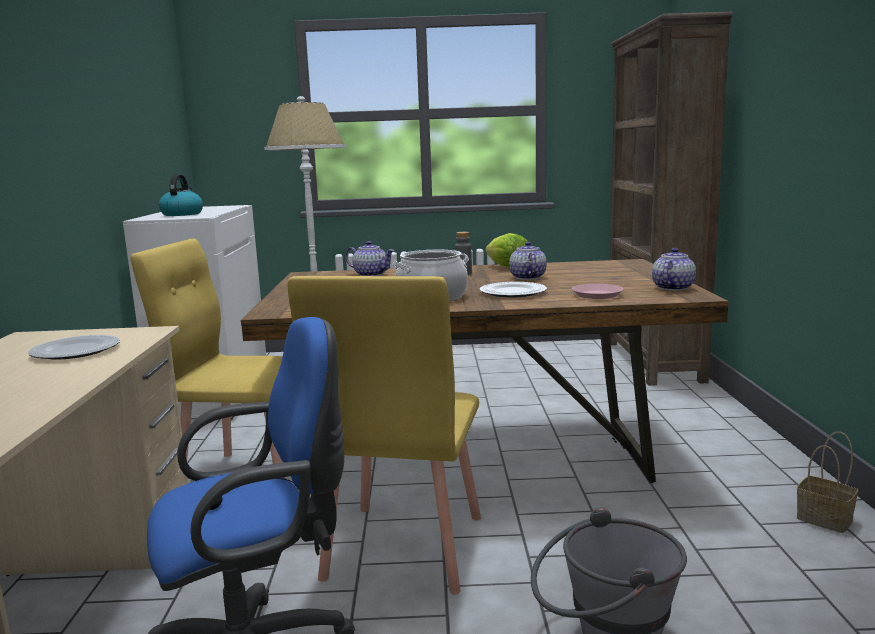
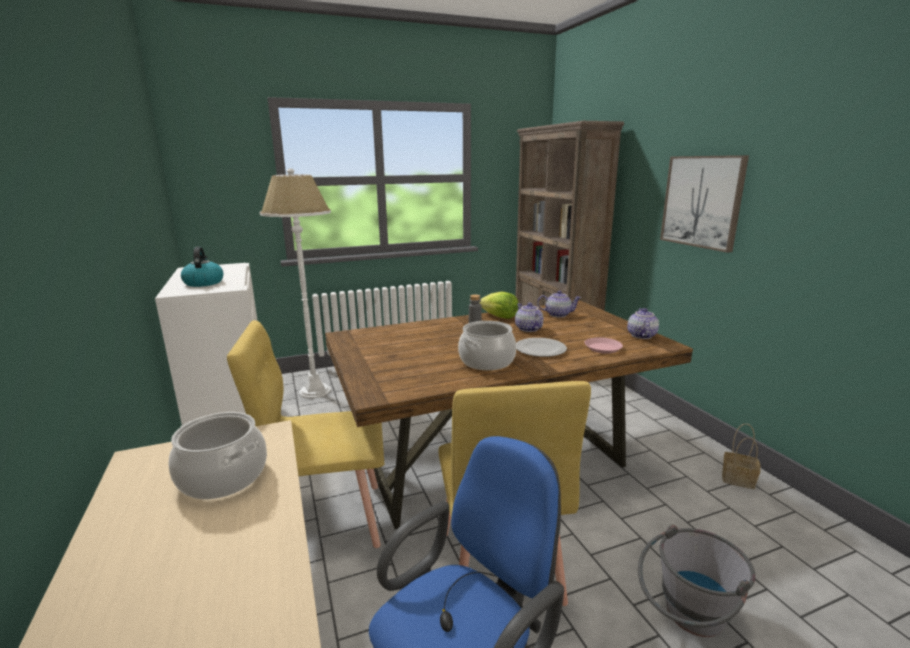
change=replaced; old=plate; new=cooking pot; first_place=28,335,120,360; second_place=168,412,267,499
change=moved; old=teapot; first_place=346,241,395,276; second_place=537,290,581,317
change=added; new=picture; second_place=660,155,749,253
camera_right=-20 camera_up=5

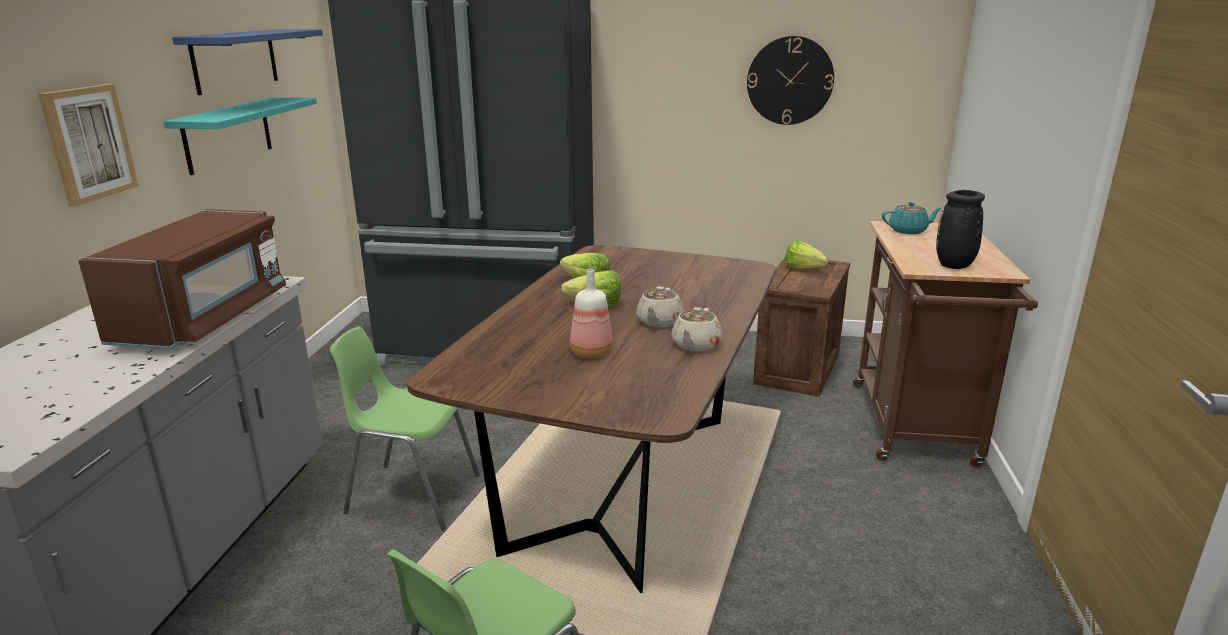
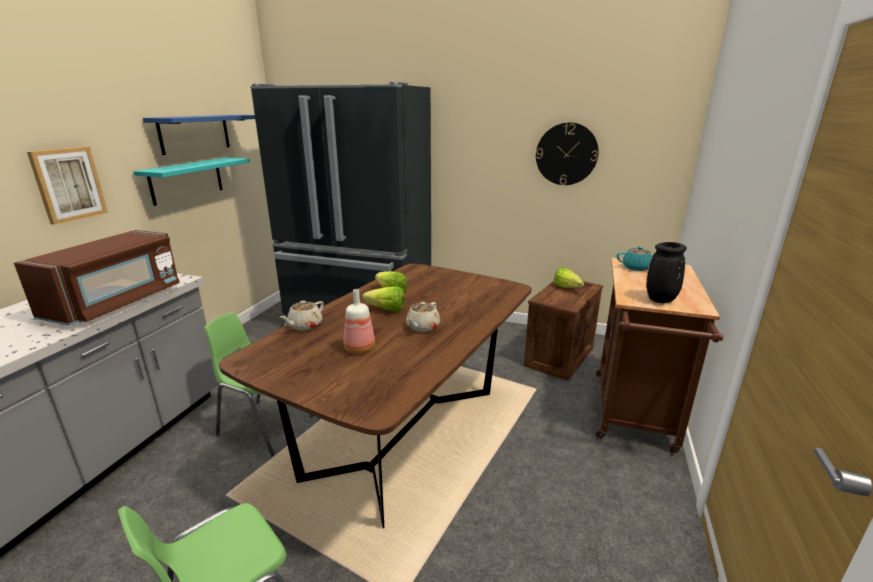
change=moved; old=beige teapot; first_place=671,307,722,351; second_place=280,301,324,331
camera_right=10 camera_up=0

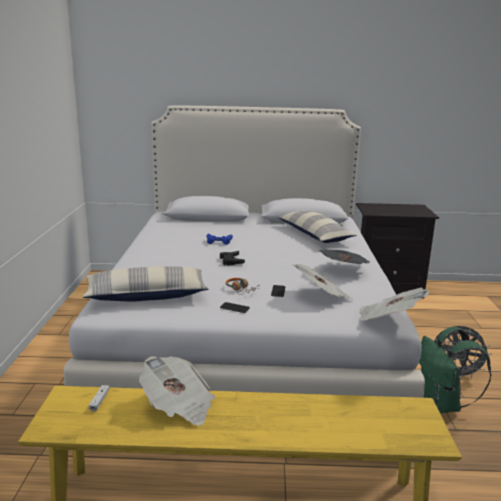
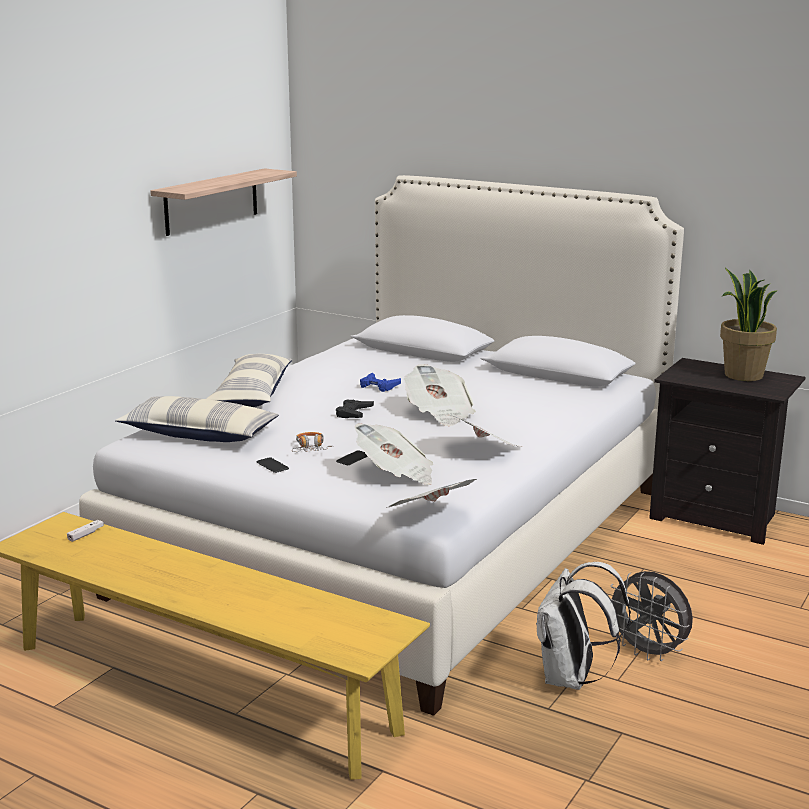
change=added; new=shelf; second_place=150,168,297,236
change=moved; old=pillow; first_place=278,211,357,243; second_place=206,354,292,407
change=moved; old=newspaper; first_place=139,356,215,426; second_place=404,364,475,426
change=recoloured; old=green backpack; new=white backpack; first_place=419,327,492,413; second_place=536,562,631,690
change=added; new=potted plant; second_place=720,268,777,381
camera_right=30 camera_up=0

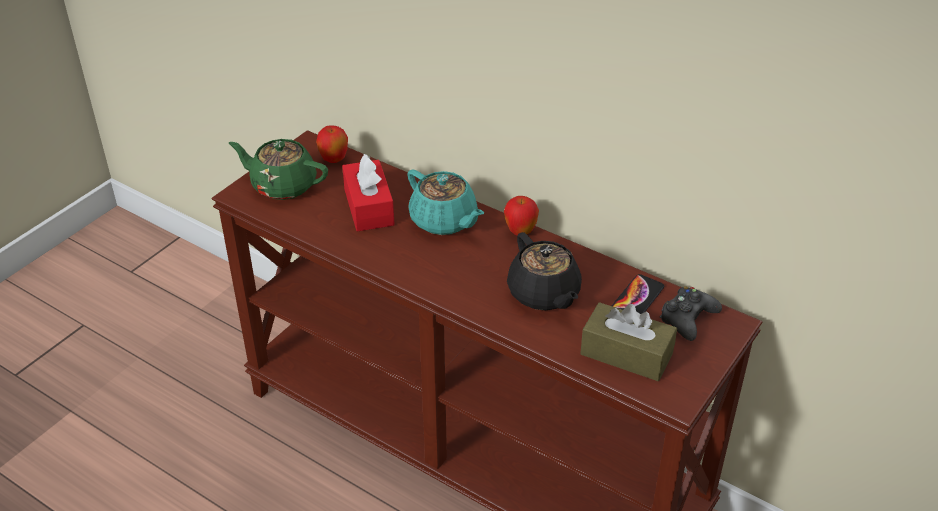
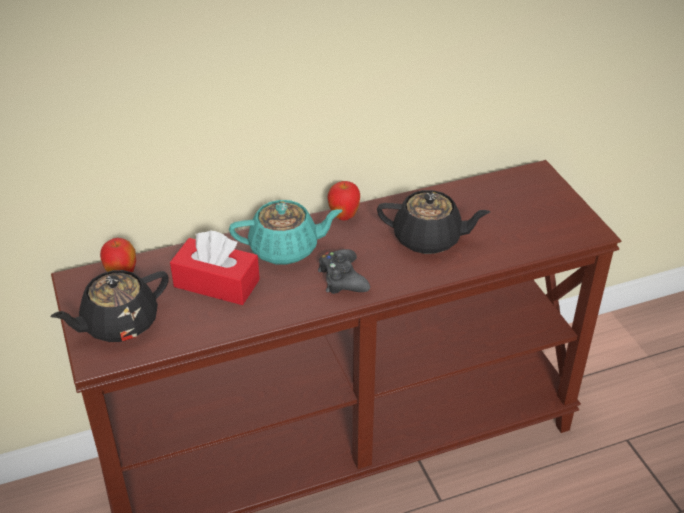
change=recoloured; old=green teapot; new=black teapot; first_place=228,139,328,200; second_place=51,270,169,342
change=moved; old=black game controller; first_place=660,286,722,341; second_place=318,249,370,294
change=removed; old=brown tissue box; first_place=580,302,677,381
change=removed; old=phone; first_place=612,274,664,314
camera_right=-55 camera_up=0

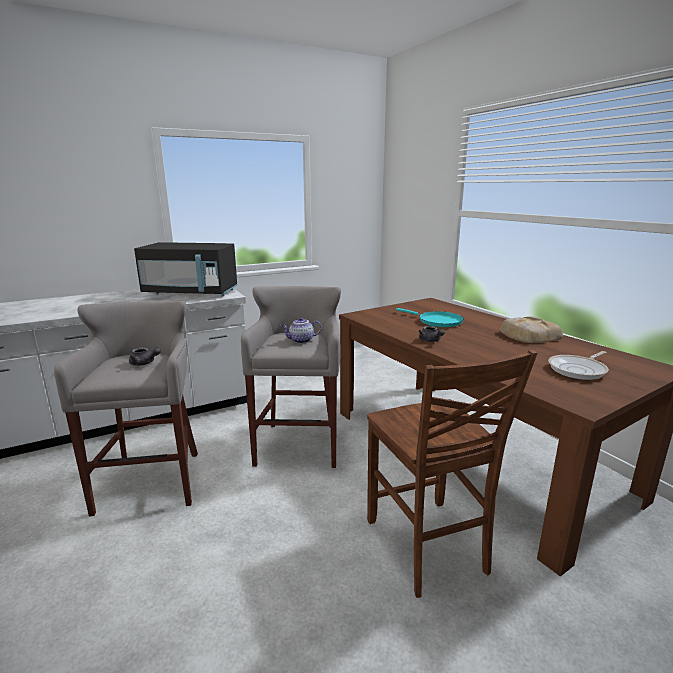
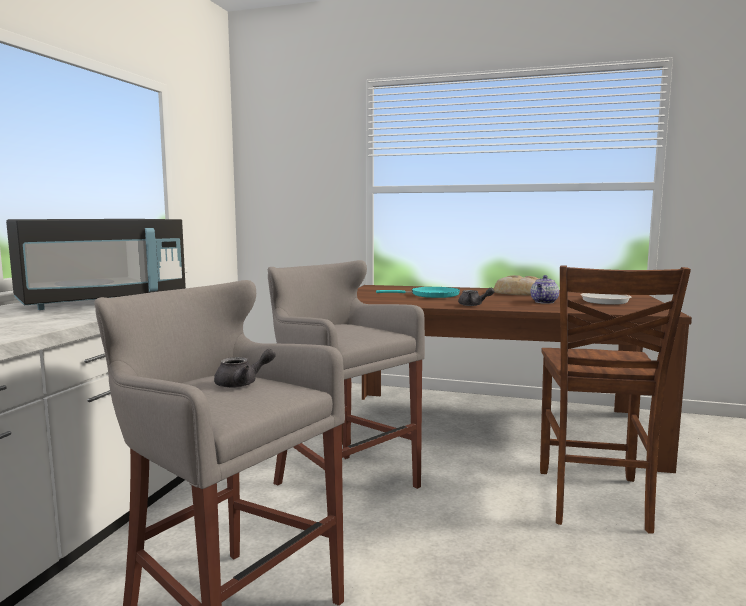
change=moved; old=teapot; first_place=281,317,322,343; second_place=531,275,559,304
change=turned; old=brown chair; first_place=367,350,538,598; second_place=540,265,691,534; degrees=75
camera_right=-45 camera_up=-10

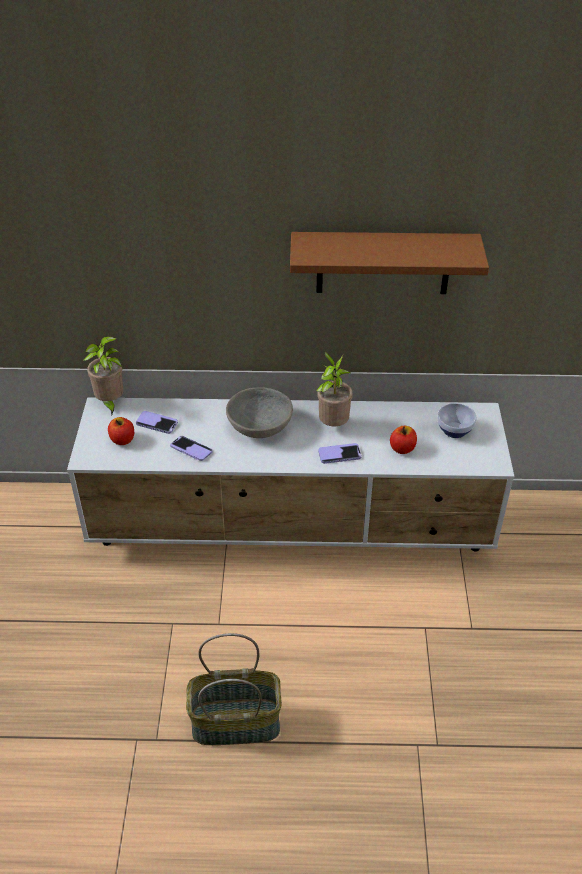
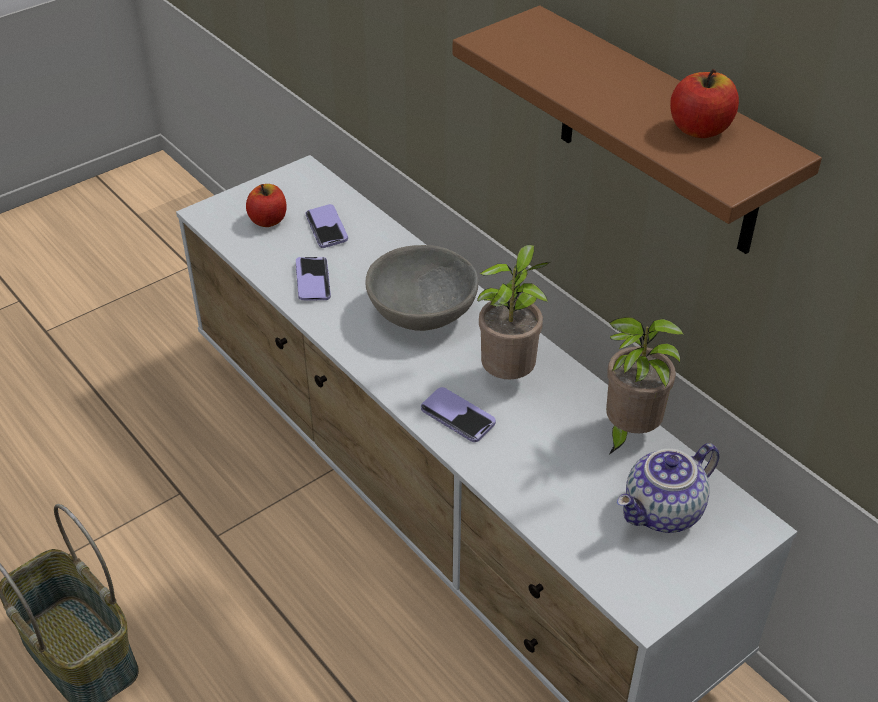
change=moved; old=potted plant; first_place=84,337,124,415; second_place=606,317,684,455
change=replaced; old=bowl; new=teapot; first_place=437,403,477,438; second_place=617,443,720,533
change=moved; old=apple; first_place=390,426,417,454; second_place=670,69,739,138
camera_right=50 camera_up=0

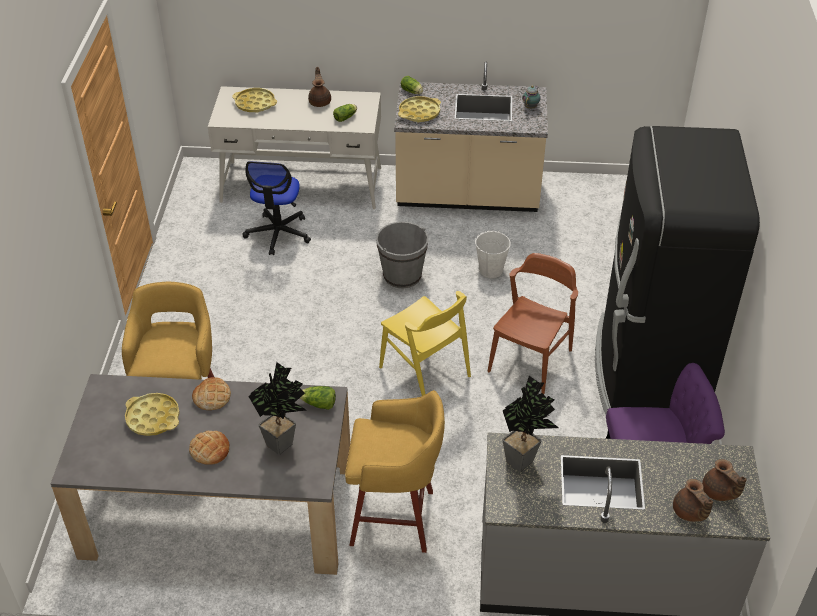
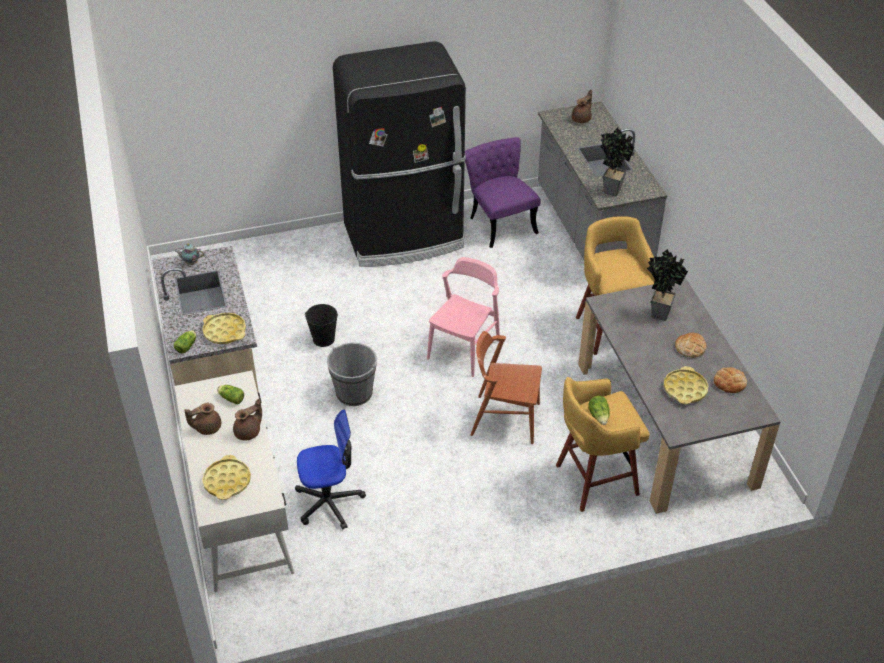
change=moved; old=brown teapot; first_place=673,479,713,522; second_place=233,399,262,441
change=recoloured; old=white bucket; new=black bucket; first_place=475,231,511,278; second_place=305,304,338,347
change=recoloured; old=yellow chair; new=pink chair; first_place=379,291,471,396; second_place=427,257,500,377
change=moved; old=brown chair; first_place=488,253,578,394; second_place=470,331,542,444
change=moved; old=lettuce; first_place=300,386,336,410; second_place=588,396,610,425
change=moved; old=bread; first_place=192,377,231,410; second_place=714,367,747,393
camera_right=-110 camera_up=0

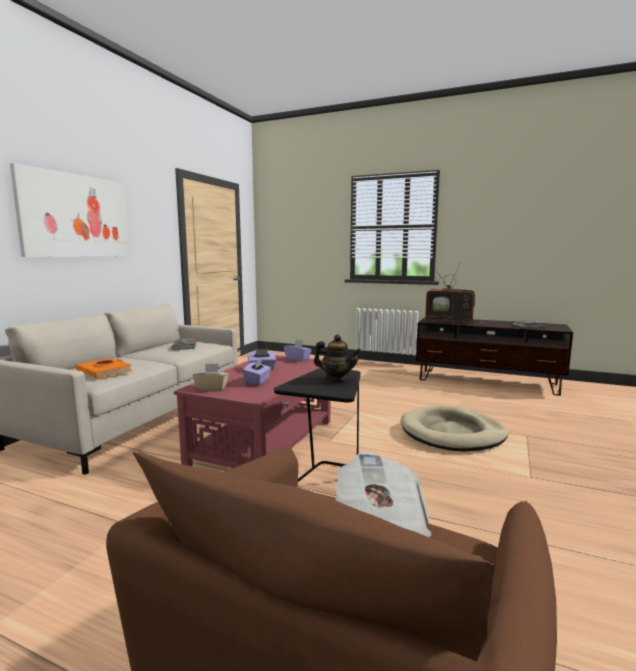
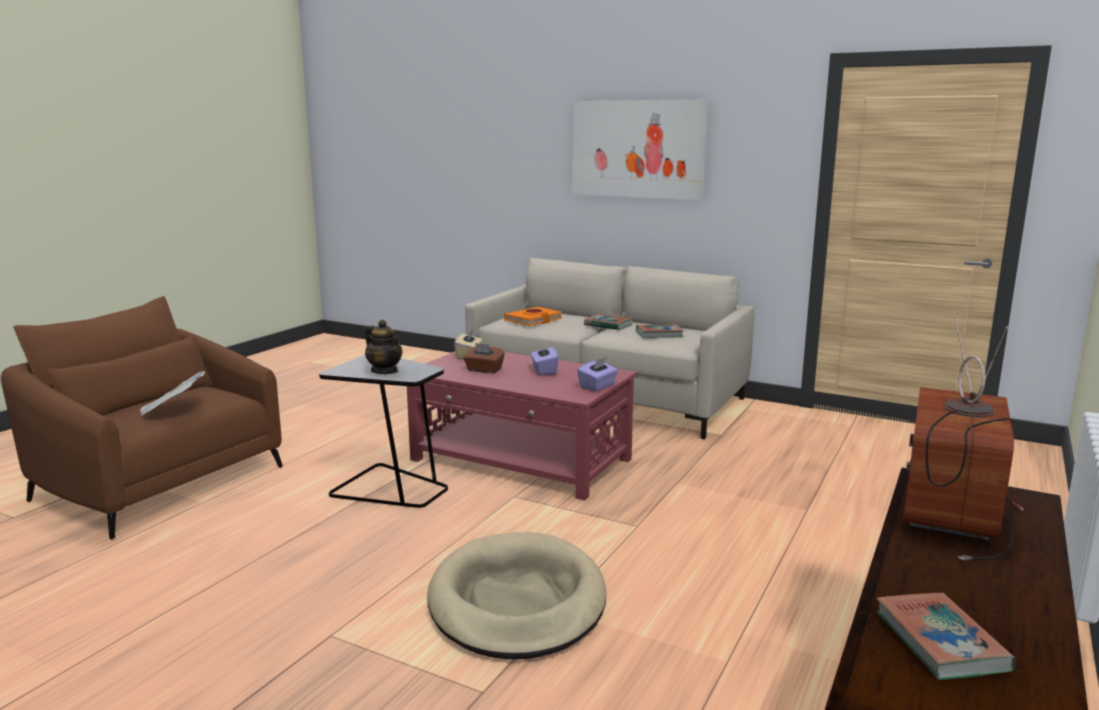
change=turned; old=teapot; first_place=314,335,361,382; second_place=365,320,403,374; degrees=-75
change=recoloured; old=purple tissue box; new=brown tissue box; first_place=242,358,271,386; second_place=463,343,505,373
change=added; new=book; second_place=584,314,633,330
camera_right=95 camera_up=5

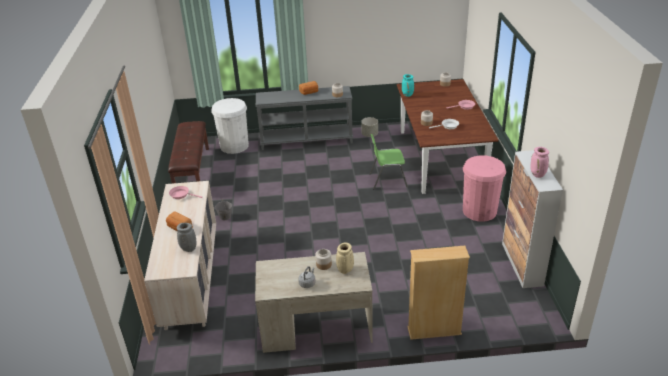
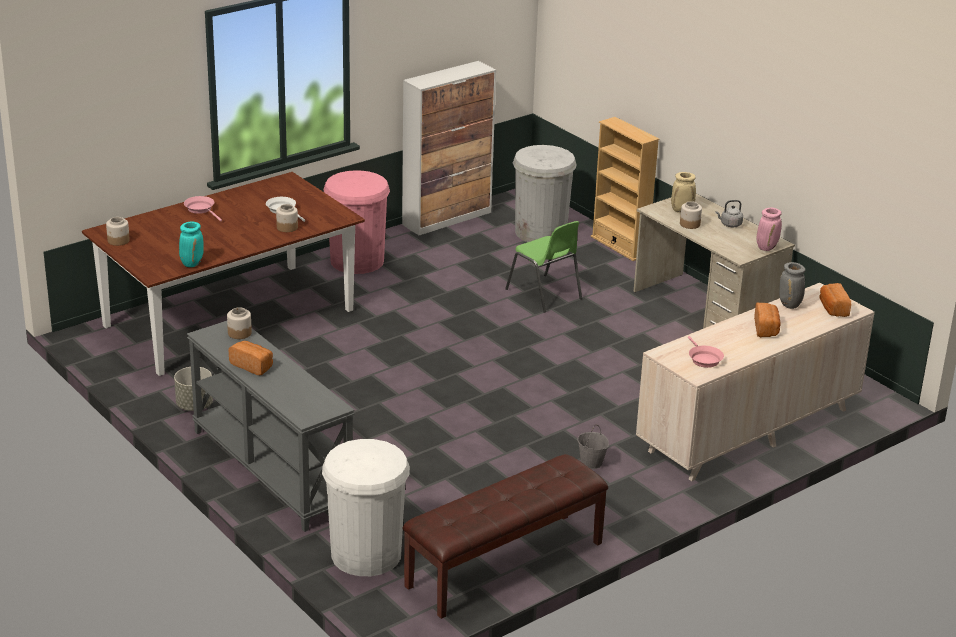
change=moved; old=green chair; first_place=370,134,408,189; second_place=505,221,582,313
change=added; new=white trash can; second_place=513,145,577,242
change=moved; old=pink vase; first_place=530,147,549,178; second_place=757,208,782,251
change=added; new=bread; second_place=819,283,851,317
camera_right=-125 camera_up=-5

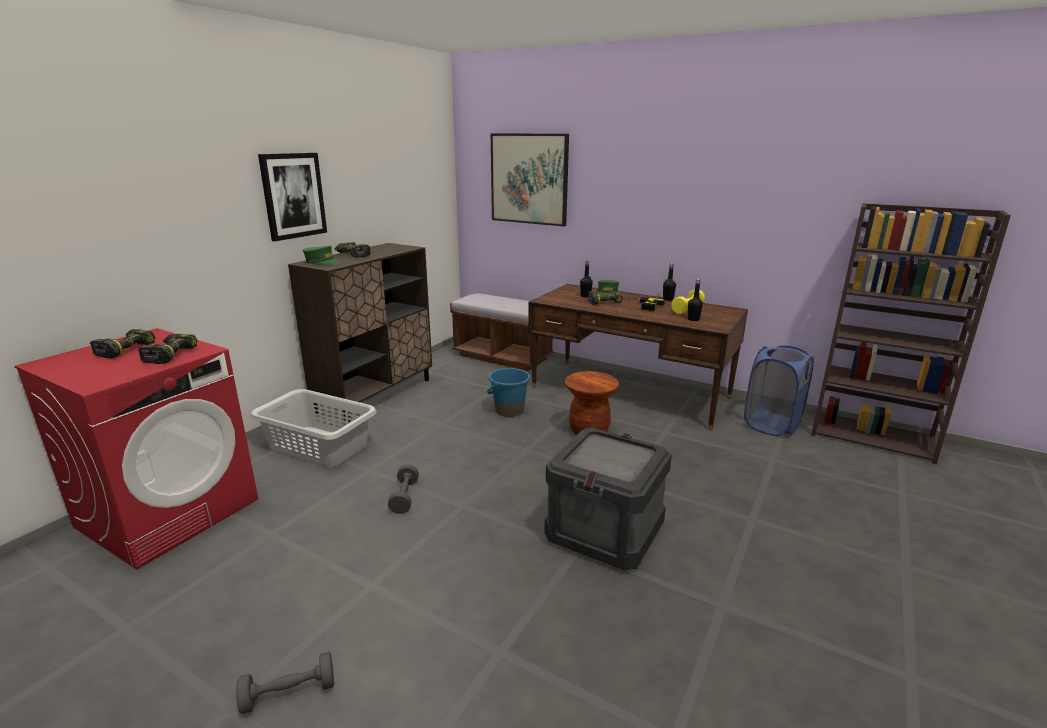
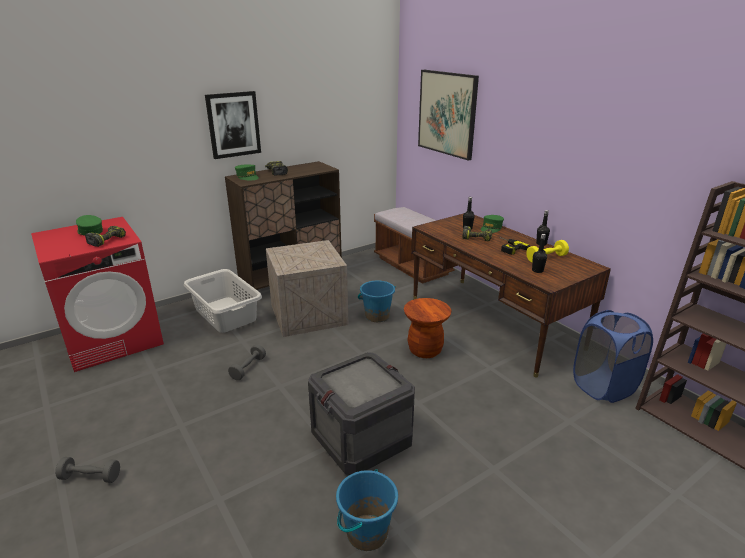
change=replaced; old=power drill; new=green cap; first_place=90,329,155,358; second_place=76,215,103,236
change=added; new=crate; second_place=266,240,348,337
change=added; new=blue bucket; second_place=336,469,398,551
camera_right=25 camera_up=5

